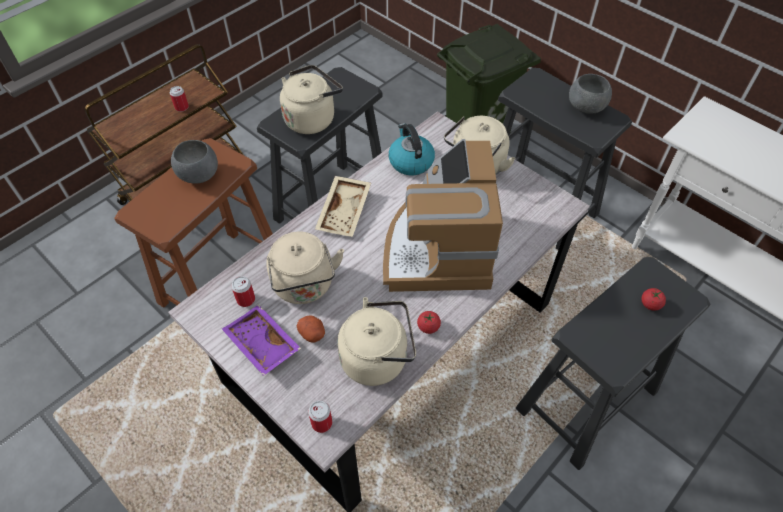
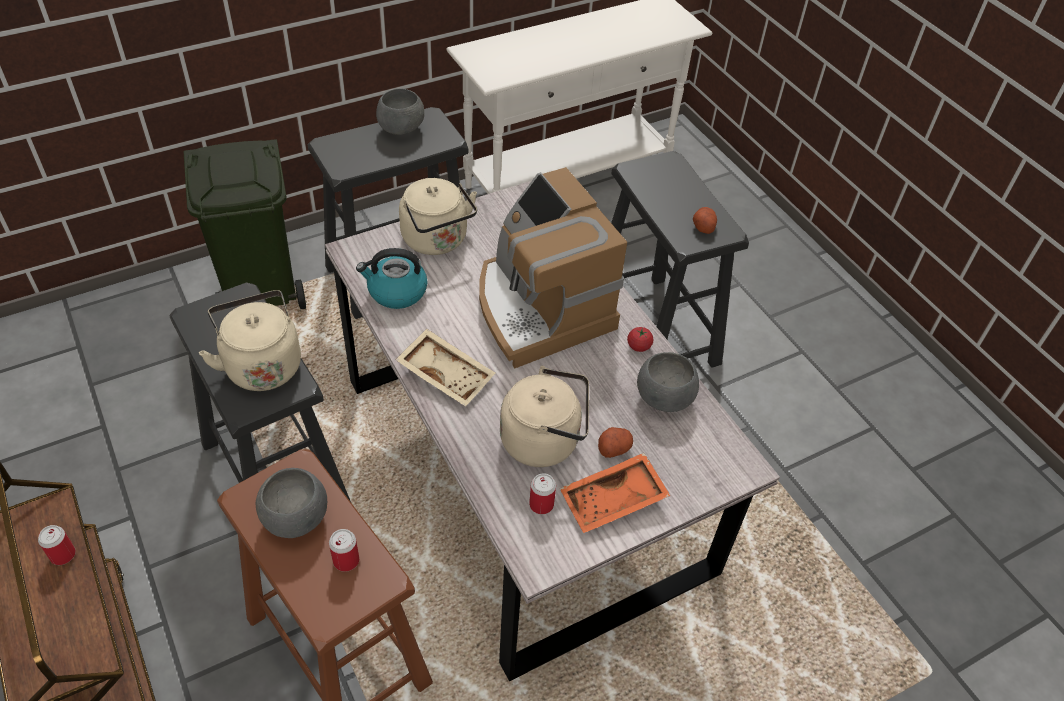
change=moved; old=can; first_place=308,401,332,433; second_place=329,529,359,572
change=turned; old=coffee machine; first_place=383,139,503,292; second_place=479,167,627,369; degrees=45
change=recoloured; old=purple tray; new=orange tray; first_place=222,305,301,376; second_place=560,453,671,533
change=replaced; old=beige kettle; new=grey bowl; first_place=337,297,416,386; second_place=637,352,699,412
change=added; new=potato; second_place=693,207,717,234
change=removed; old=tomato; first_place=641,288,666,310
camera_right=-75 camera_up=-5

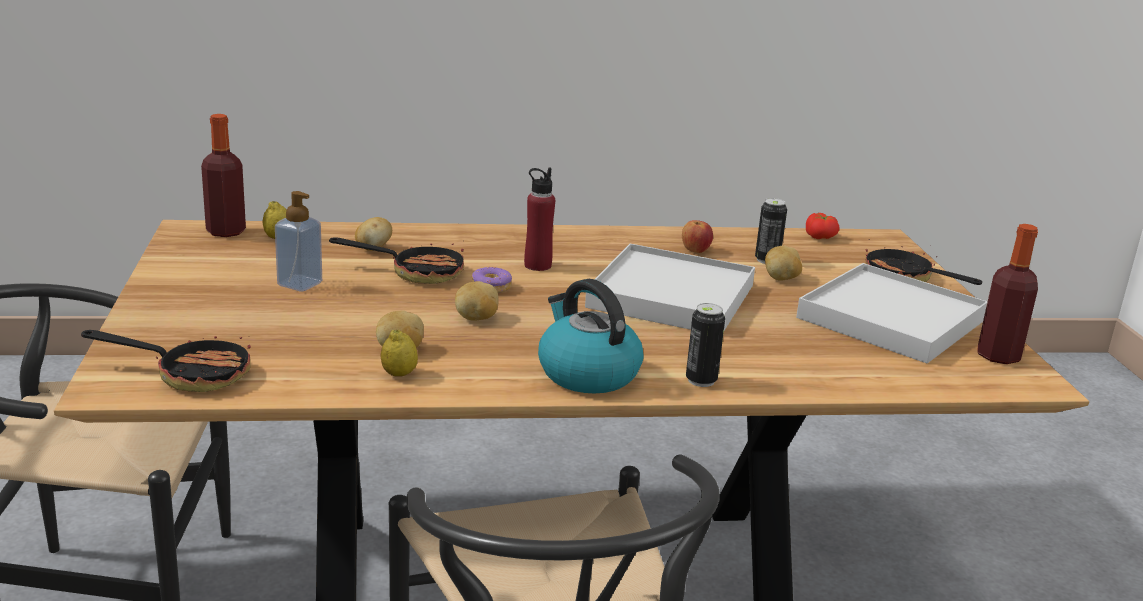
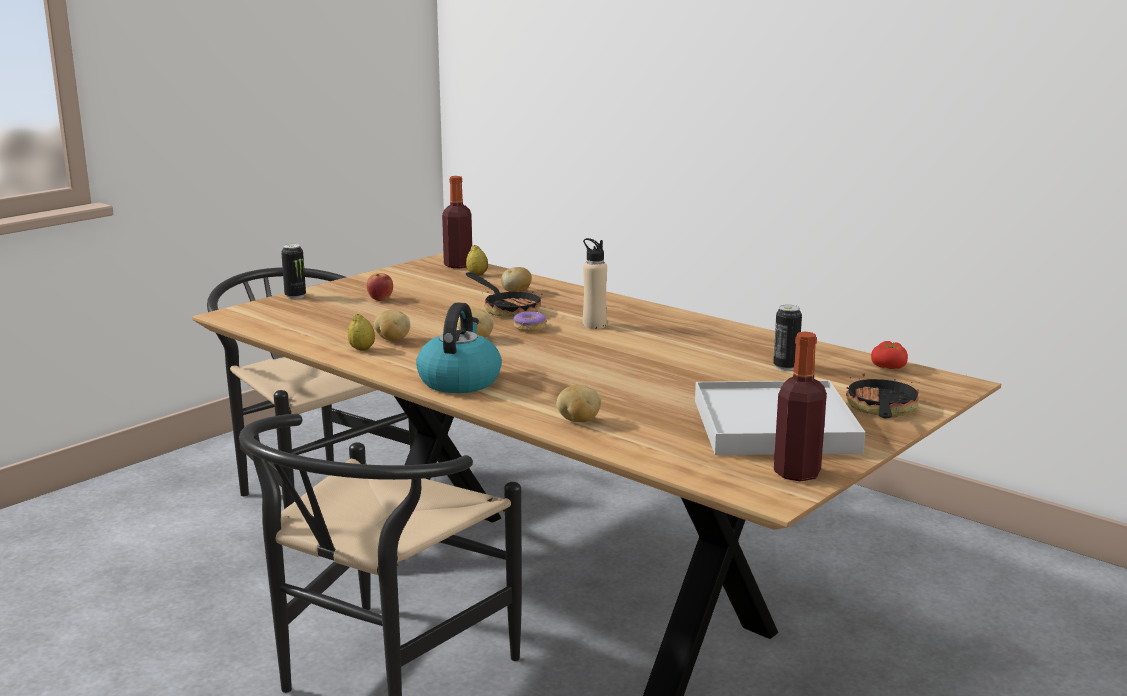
change=moved; old=can; first_place=686,303,725,387; second_place=281,244,306,299
change=moved; old=apple; first_place=682,220,713,253; second_place=367,273,393,301
change=moved; old=potato; first_place=765,245,802,281; second_place=556,385,601,422
change=recoloured; old=red bottle; new=beige bottle; first_place=524,168,555,271; second_place=583,238,607,329
change=removed; old=frying pan; first_place=81,330,251,392
change=removed; old=soap dispenser; first_place=275,191,322,292
change=removed; old=white tray; first_place=585,244,755,331
camera_right=50 camera_up=-5

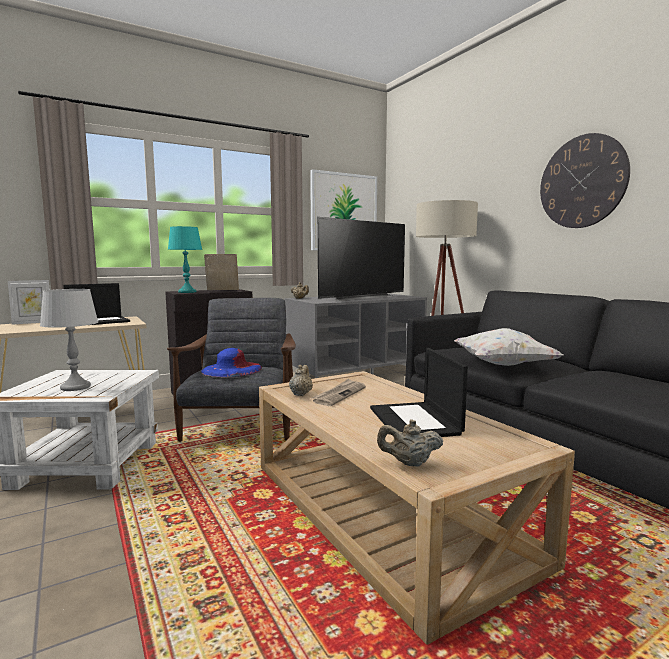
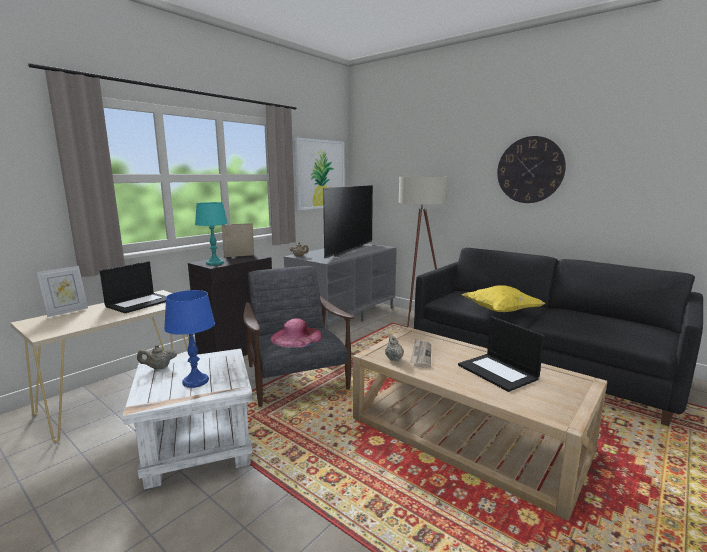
change=moved; old=beige teapot; first_place=377,419,443,467; second_place=137,345,177,369
change=recoloured; old=grey table lamp; new=blue table lamp; first_place=40,289,98,391; second_place=164,290,215,388
change=recoloured; old=blue hat; new=pink hat; first_place=201,348,262,377; second_place=270,318,322,348
change=recoloured; old=white pillow; new=yellow pillow; first_place=454,328,563,366; second_place=462,285,546,312
camera_right=-20 camera_up=5

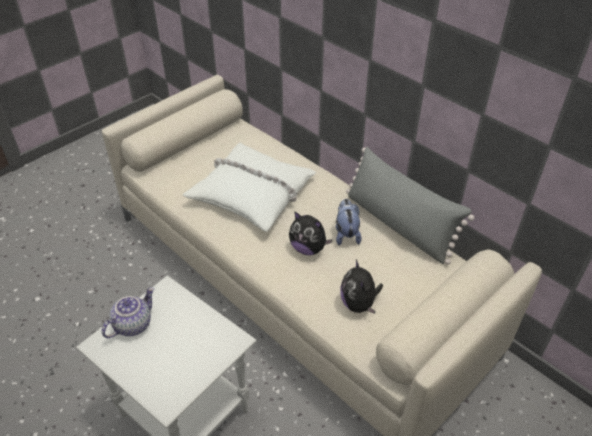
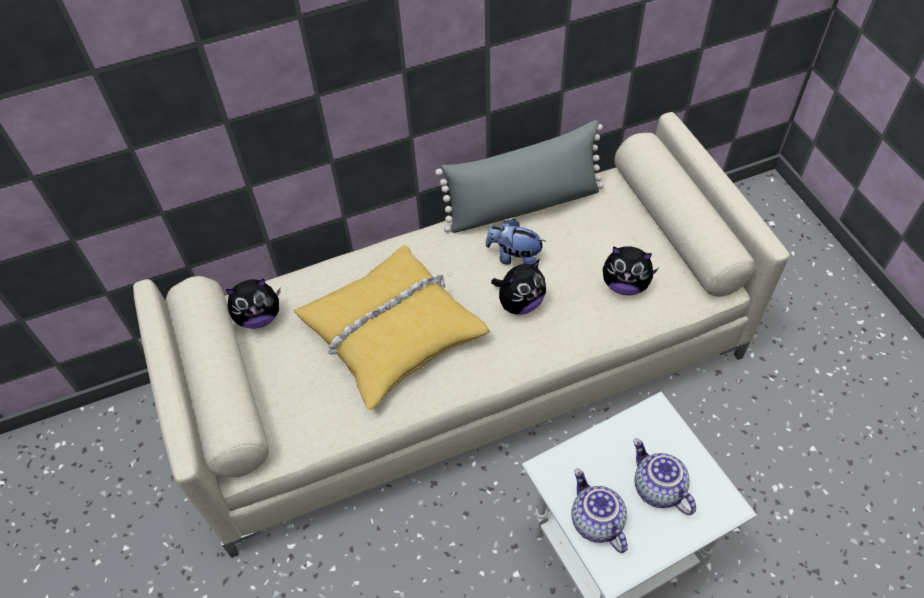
change=added; new=plush toy; second_place=226,279,280,329
change=recoloured; old=white pillow; new=yellow pillow; first_place=183,143,316,232; second_place=294,246,490,410
change=added; new=teapot; second_place=633,439,696,515
camera_right=-65 camera_up=10

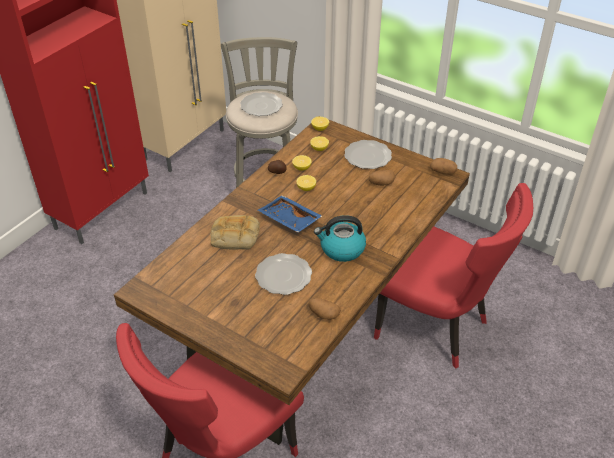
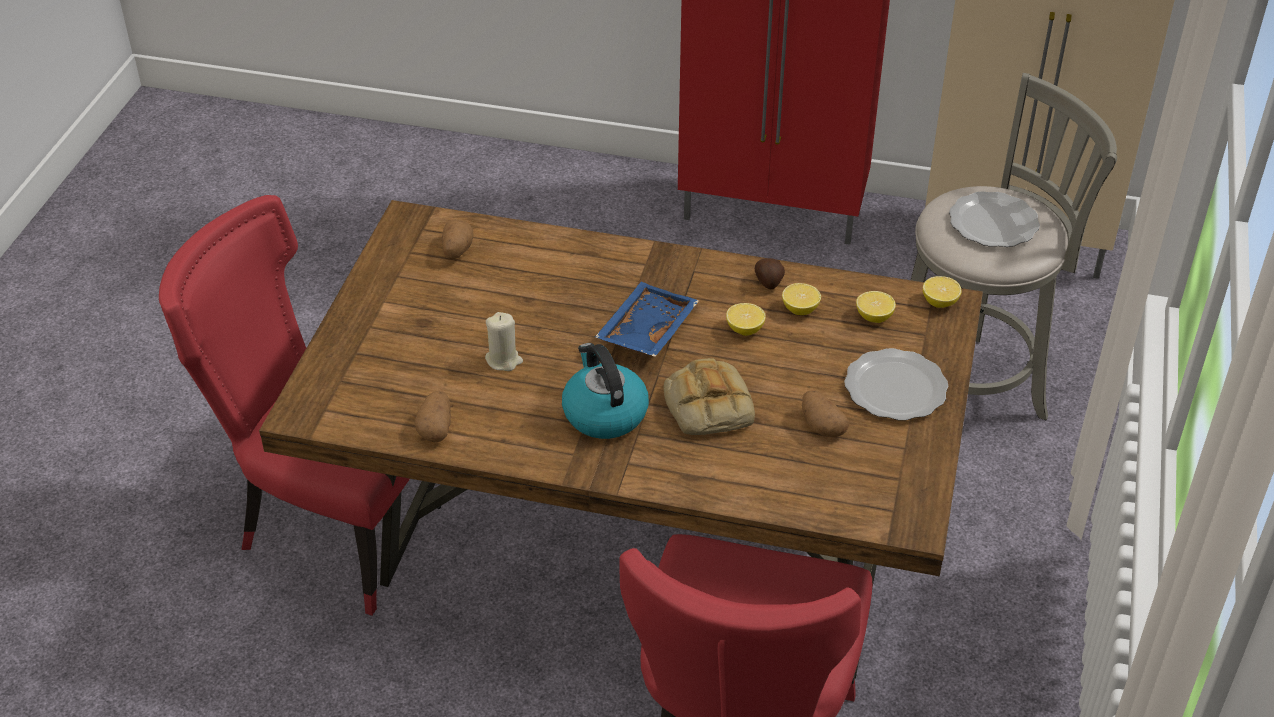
change=moved; old=potato; first_place=430,158,457,175; second_place=442,220,473,260
change=replaced; old=plate; new=beige candle; first_place=255,253,312,295; second_place=485,312,523,371
change=moved; old=bread; first_place=210,215,260,250; second_place=664,358,755,435
camera_right=70 camera_up=0

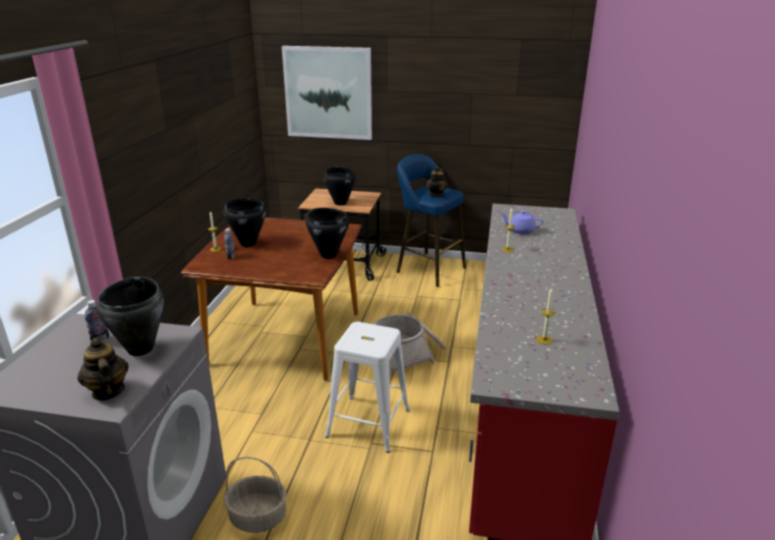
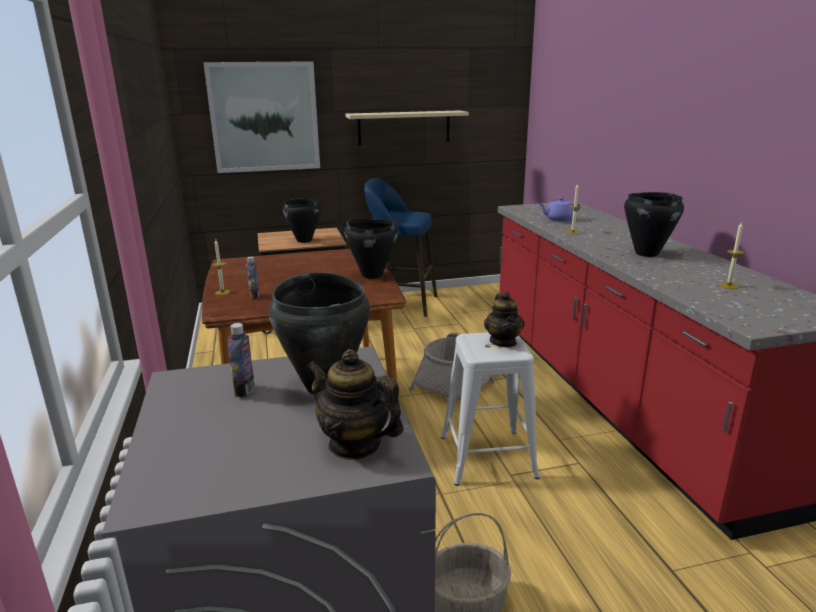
change=added; new=beige shelf; second_place=346,110,469,146
change=moved; old=teapot; first_place=426,166,448,197; second_place=484,292,524,347
change=moved; old=black cooking pot; first_place=223,199,266,247; second_place=624,192,684,257
camera_right=-25 camera_up=-5

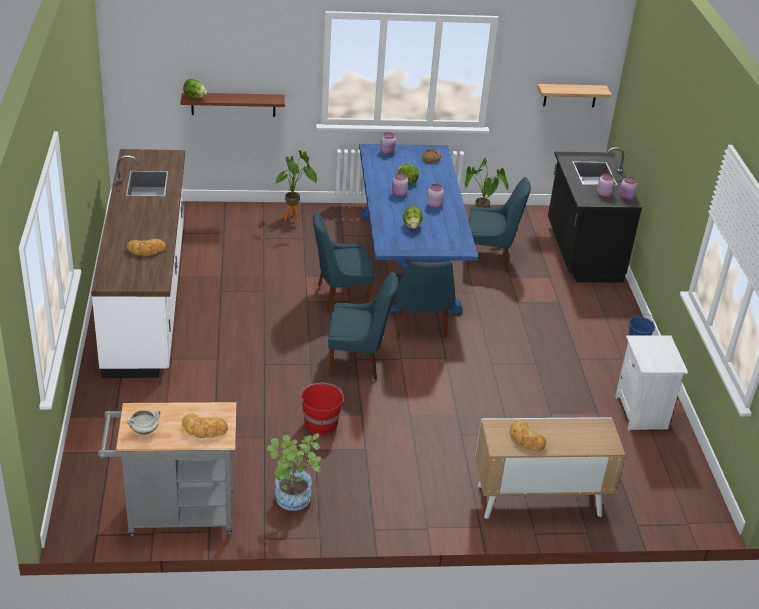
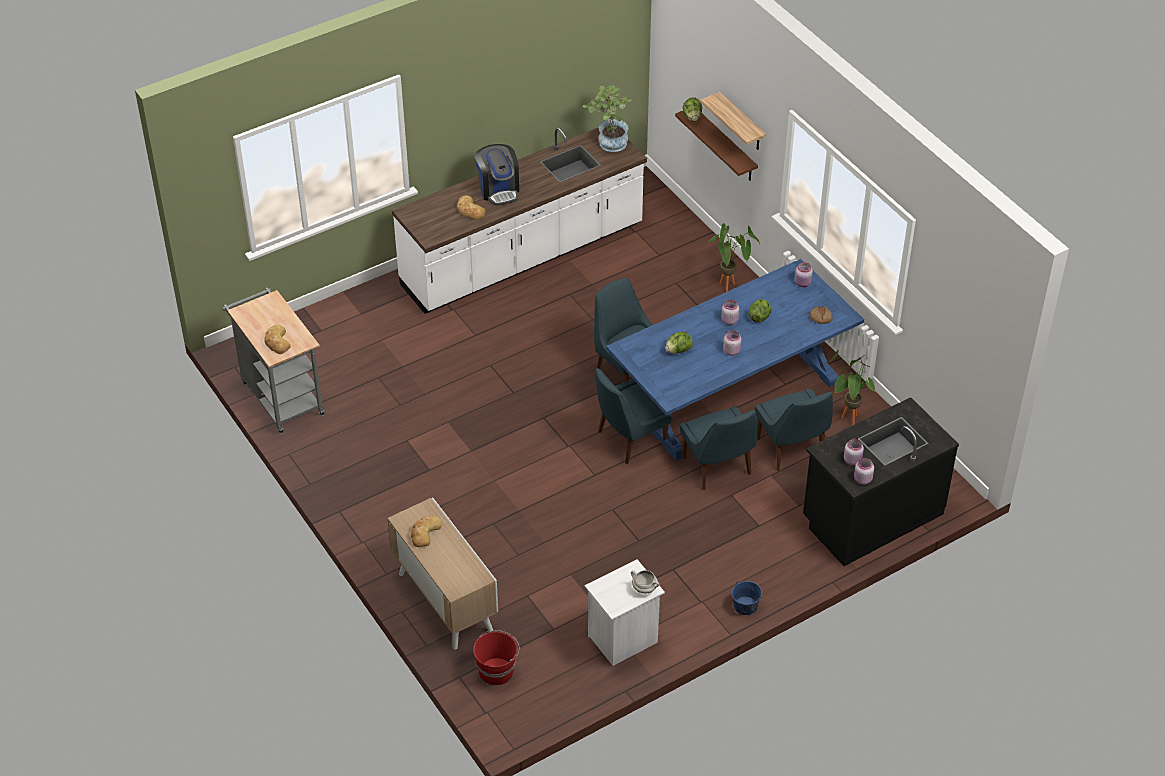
change=moved; old=red bucket; first_place=300,383,343,435; second_place=473,630,519,685
change=added; new=coffee machine; second_place=474,144,519,206
change=moved; old=potted plant; first_place=267,433,321,511; second_place=583,85,632,152
change=moved; old=white cooking pot; first_place=127,410,160,435; second_place=631,570,659,593
change=moved; old=blue chair; first_place=328,272,398,380; second_place=680,406,757,490
change=moved; old=shelf; first_place=537,84,612,107; second_place=700,92,766,150
camera_right=65 camera_up=10

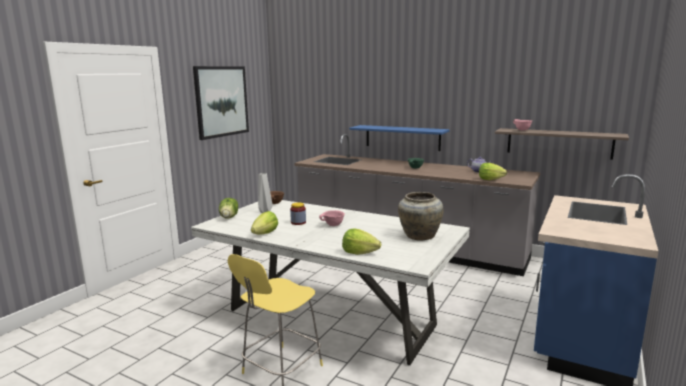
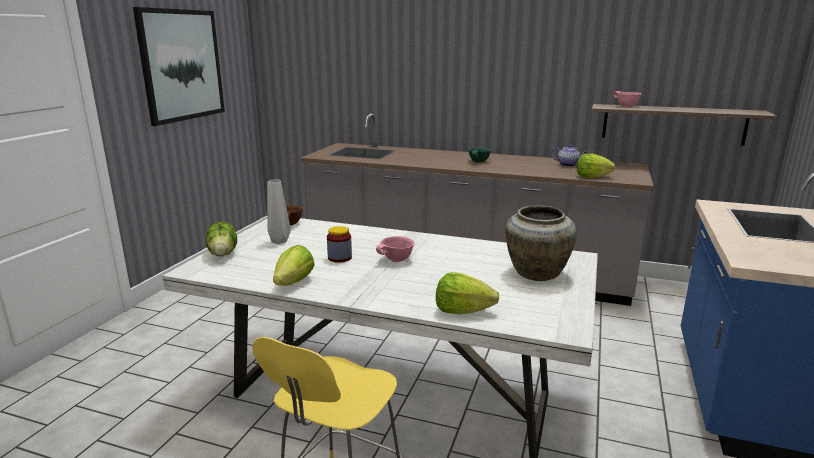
change=removed; old=blue shelf; first_place=349,125,449,151
camera_right=-10 camera_up=5

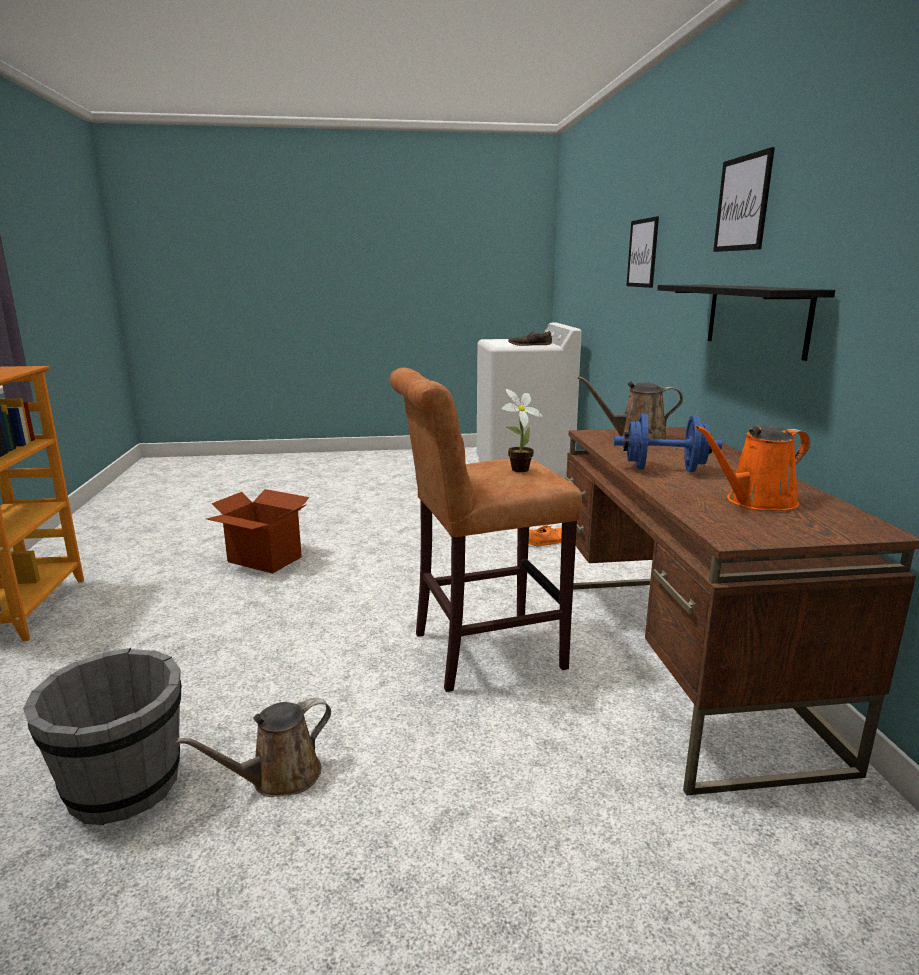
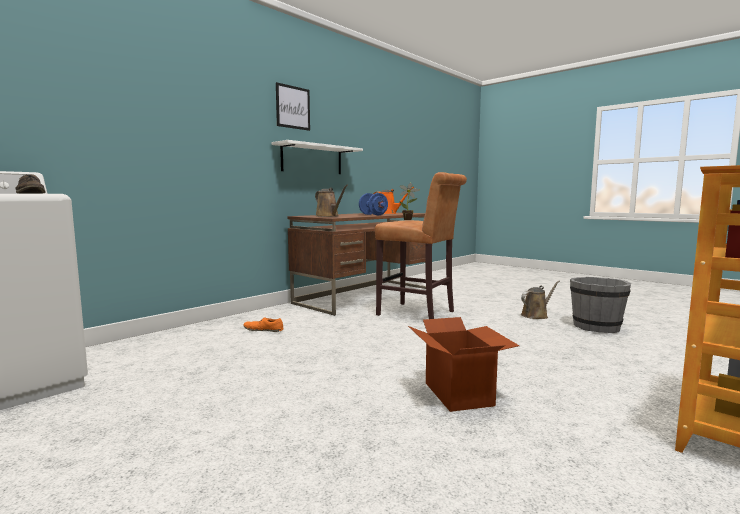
change=recoloured; old=black shelf; new=white shelf; first_place=657,285,835,361; second_place=272,140,363,174
change=turned; old=brown watering can; first_place=176,698,331,797; second_place=521,281,560,319; degrees=-45
change=removed; old=picture; first_place=626,216,659,288
camera_right=-130 camera_up=-10

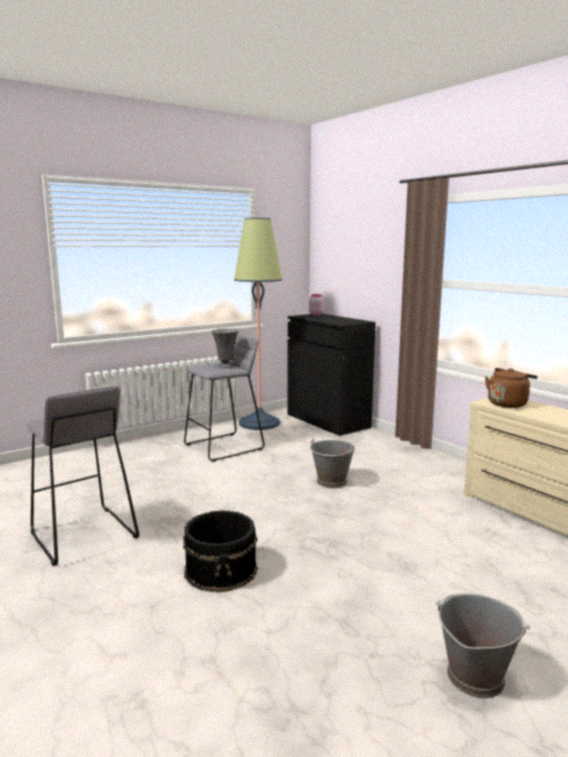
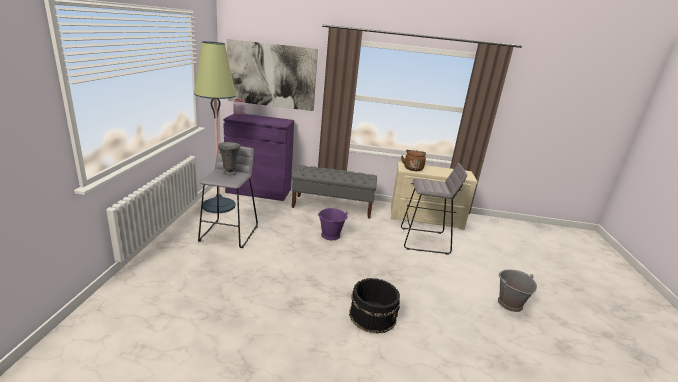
change=recoloured; old=black cabinet; new=purple cabinet; first_place=288,314,376,436; second_place=223,114,294,201
change=added; new=picture; second_place=227,39,318,111
change=added; new=grey bench; second_place=292,165,377,219
change=recoloured; old=grey bucket; new=purple bucket; first_place=310,439,355,488; second_place=318,208,347,240
change=moved; old=grey stool; first_place=26,386,139,566; second_place=401,163,467,255
camera_right=-50 camera_up=10

